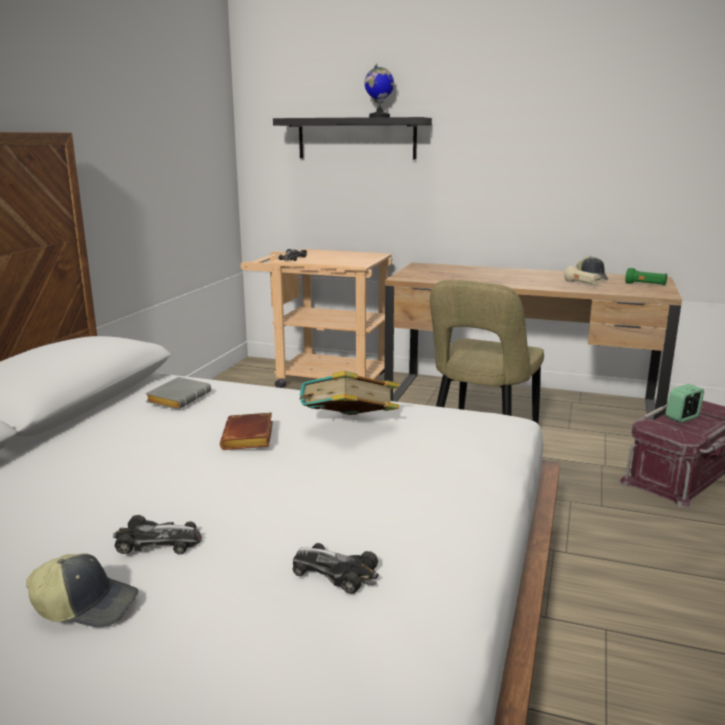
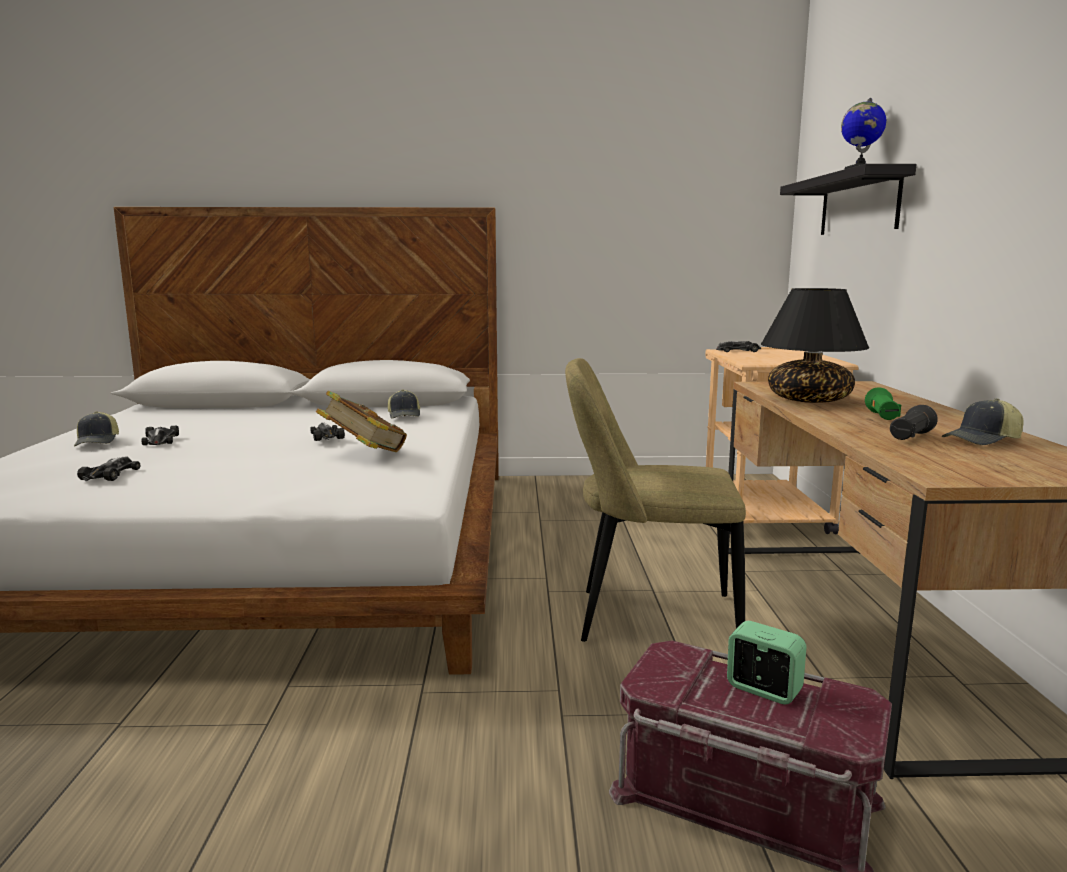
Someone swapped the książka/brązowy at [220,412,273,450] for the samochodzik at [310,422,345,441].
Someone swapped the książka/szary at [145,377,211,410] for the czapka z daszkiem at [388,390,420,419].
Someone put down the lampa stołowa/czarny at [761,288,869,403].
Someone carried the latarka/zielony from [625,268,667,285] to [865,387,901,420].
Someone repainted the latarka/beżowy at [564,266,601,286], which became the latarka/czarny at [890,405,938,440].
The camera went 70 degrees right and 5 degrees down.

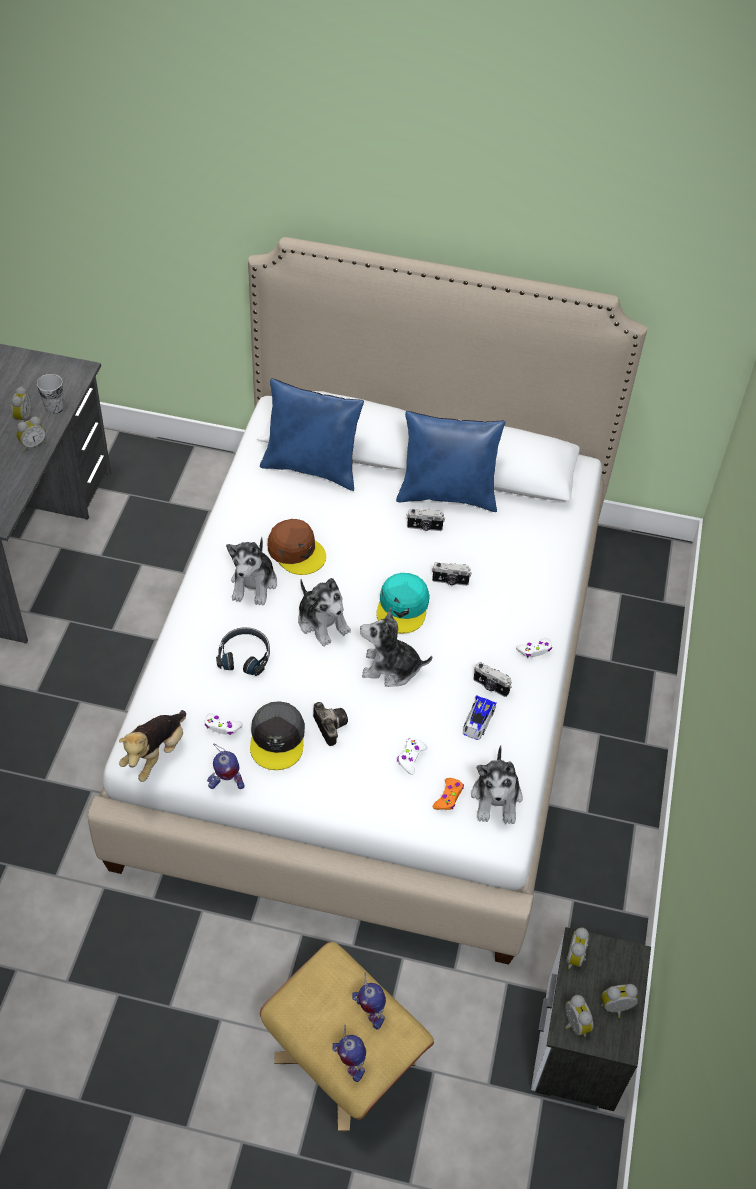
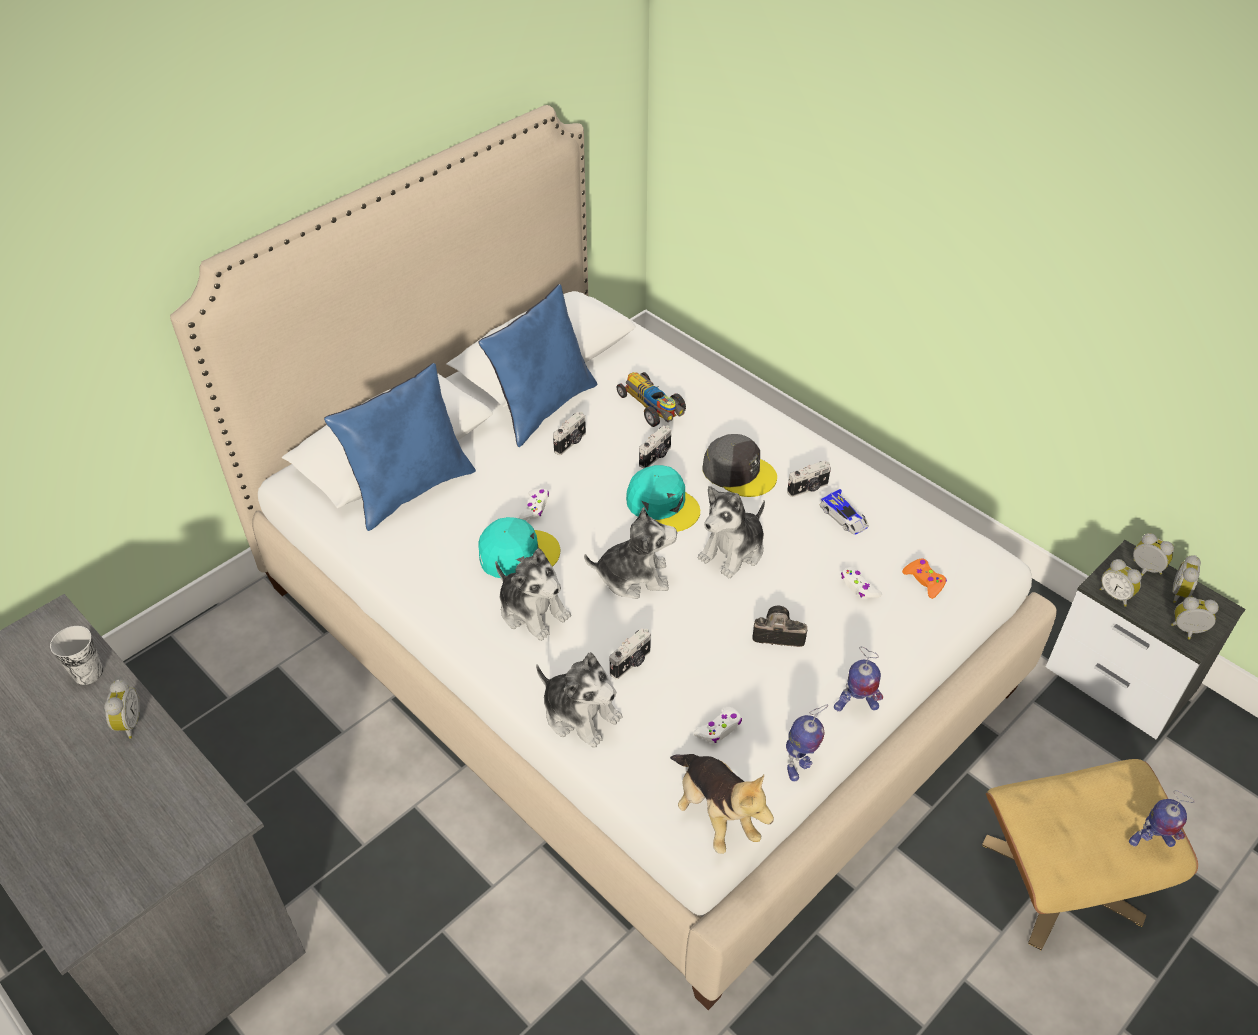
Someone repainted the czapka z daszkiem/brązowy at [268,519,326,575], which became the czapka z daszkiem/turkusowy at [478,517,560,578].
Someone carried the pad do gier/biały from [516,638,552,657] to [519,488,549,521].
Someone carried the pluszak from [471,745,523,824] to [536,653,622,748].
Someone swapped the słuchawki/czarny at [216,627,270,676] for the aparat fotograficzny at [610,628,651,679].
Someone put down the samochodzik at [617,372,686,427].
Someone carried the czapka z daszkiem/szary from [250,701,305,770] to [702,434,777,497].
Someone carried the robot zabawkowy from [352,972,386,1029] to [834,647,883,712].
Someone carried the budzik from [11,387,31,422] to [1133,533,1174,576].
The camera went 55 degrees left and 5 degrees down.

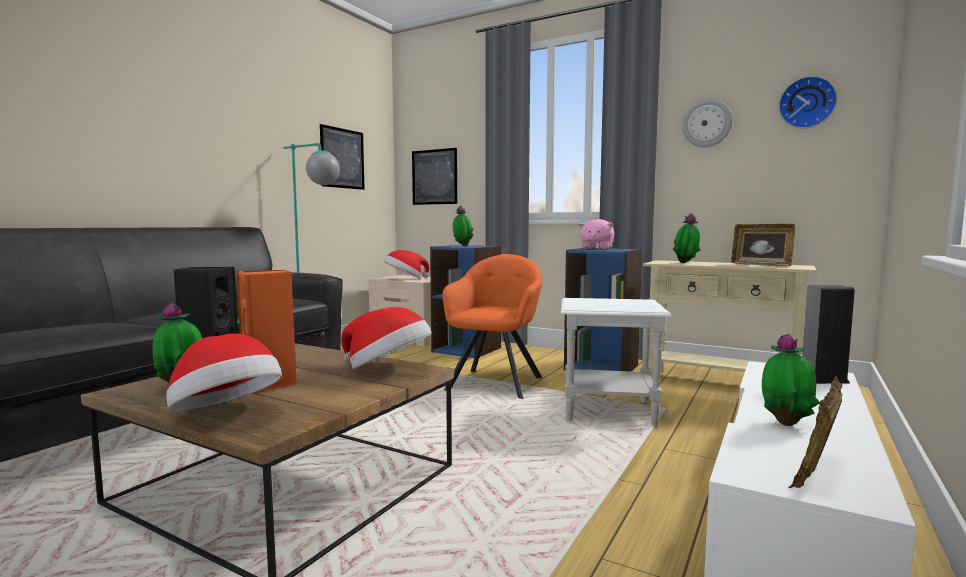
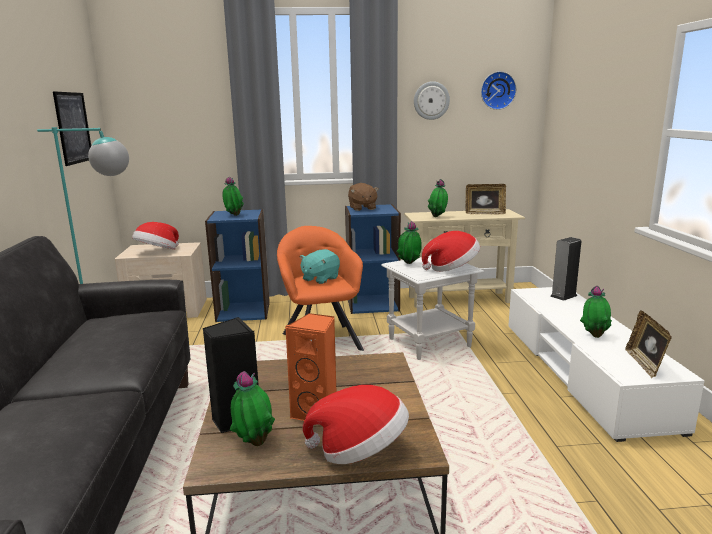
Someone put down the pluszak/turkusowy at [300,249,340,284].
Someone repainted the pluszak/różowy at [579,219,615,249], which became the pluszak/brązowy at [348,183,379,211].
Someone put down the roślina doniczkowa at [396,221,422,264].
Someone carried the kapelusz from [341,307,432,369] to [422,231,480,272].
Someone took away the obraz at [412,148,457,205].
The camera went 35 degrees left and 10 degrees up.

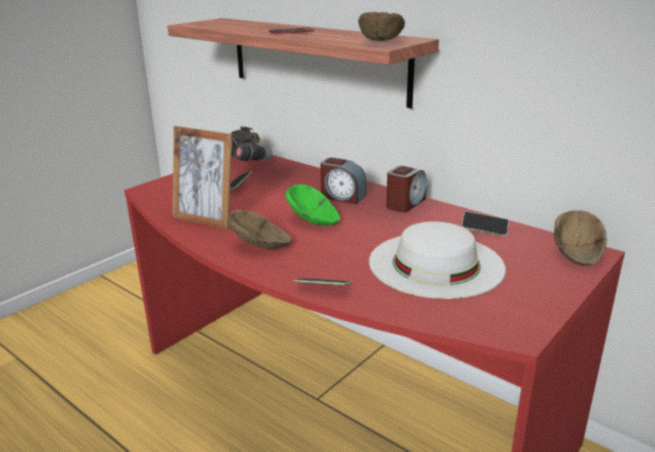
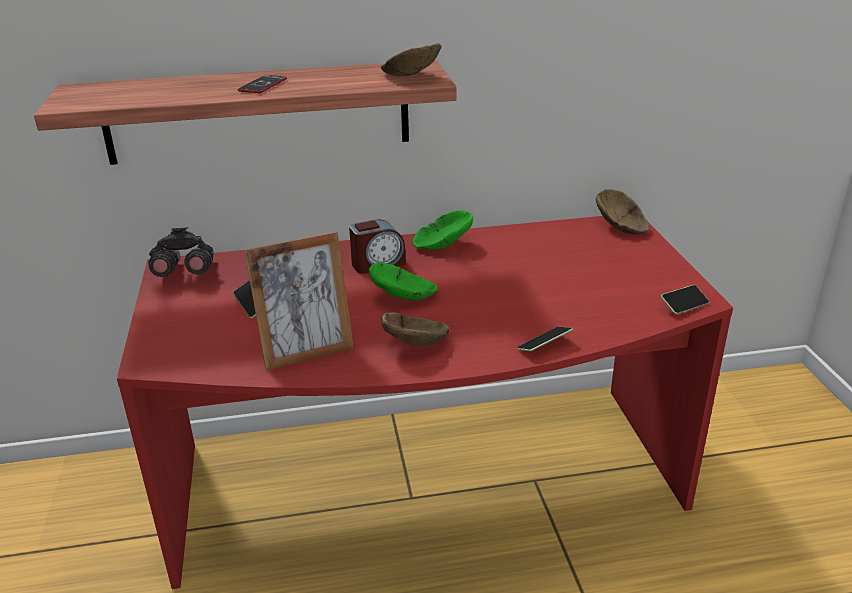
Someone swapped the budzik at [386,165,427,212] for the miska/zielony at [413,210,473,250].
Someone carried the telefon from [461,211,509,236] to [661,285,709,314].
Someone took away the kapelusz/biały at [369,221,506,299].
The camera went 50 degrees left and 5 degrees up.

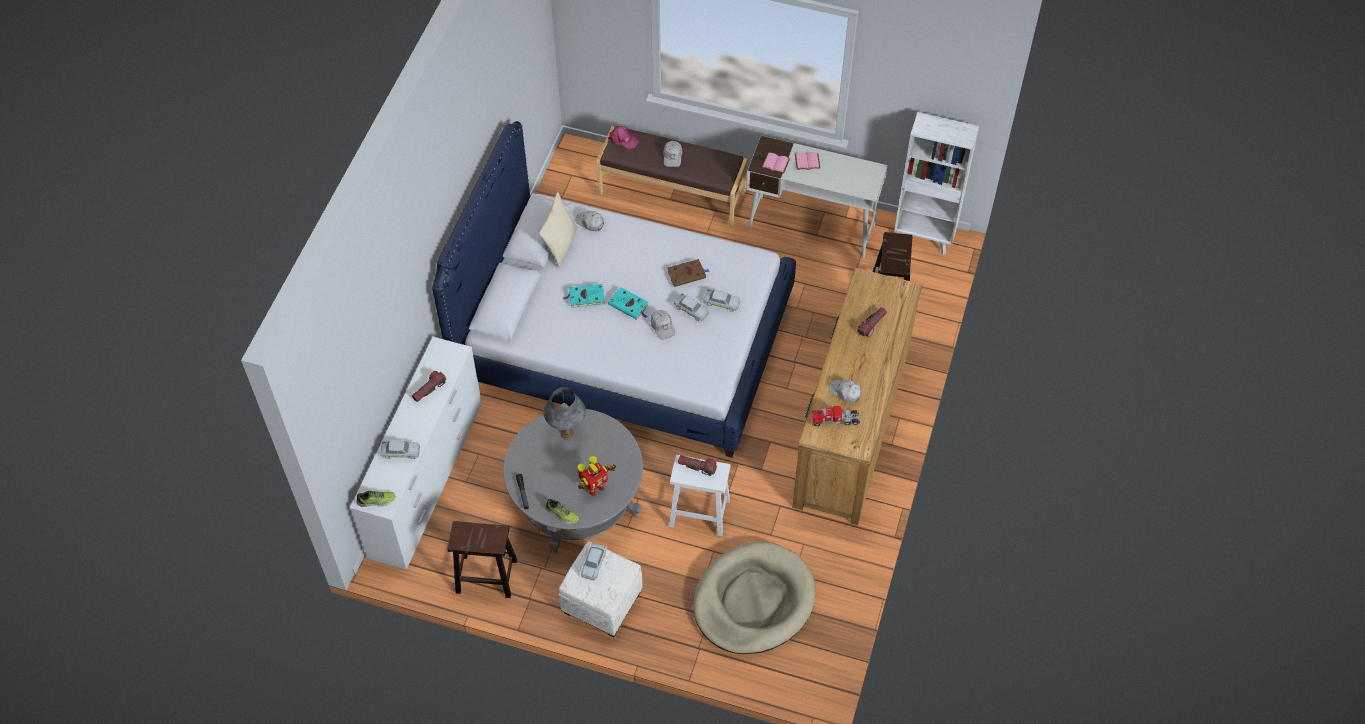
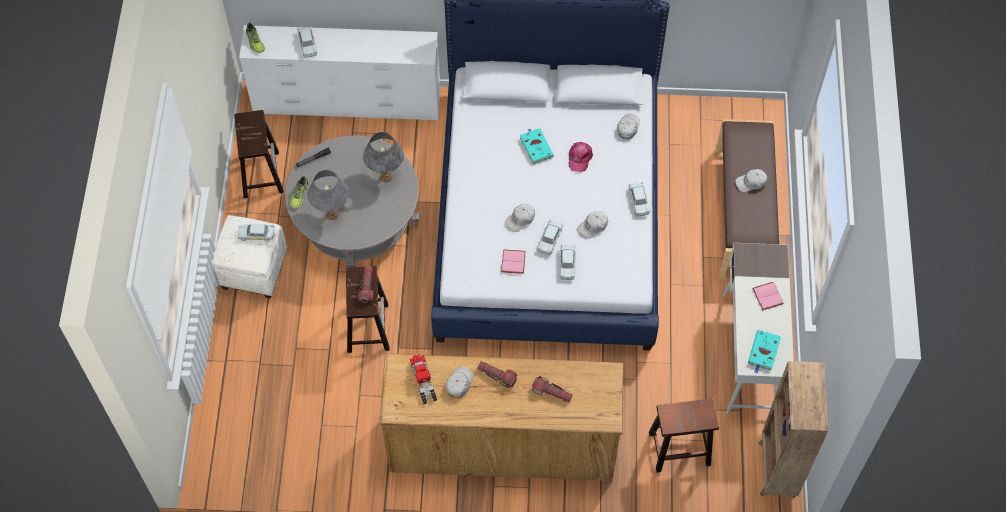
Someone swapped the robot zabawkowy at [577,456,616,496] for the lampa stołowa/szary at [308,170,349,220].
Someone repainted the stołek/biały at [669,455,731,536], which became the stołek/brązowy at [346,266,390,353].
Someone carried the latarka from [412,371,446,402] to [477,361,517,388].
Someone carried the książka/różowy from [761,153,790,174] to [501,249,526,274].
Someone carried the czapka z daszkiem/różowy from [608,126,639,149] to [569,142,593,172].
Someone swapped the książka/brązowy at [668,259,709,287] for the czapka z daszkiem/biały at [577,211,608,239].
Someone put down the samochodzik/biały at [628,182,650,216].
Someone carried the książka/turkusowy from [608,287,648,320] to [748,330,781,374].
Someone repainted the regał/biały at [894,112,979,255], which became the regał/brązowy at [758,361,828,498].
Someone took away the poduszka/beżowy at [539,192,577,268].
Someone took away the legowisko/beżowy at [693,541,816,654].
The camera went 75 degrees right and 5 degrees up.

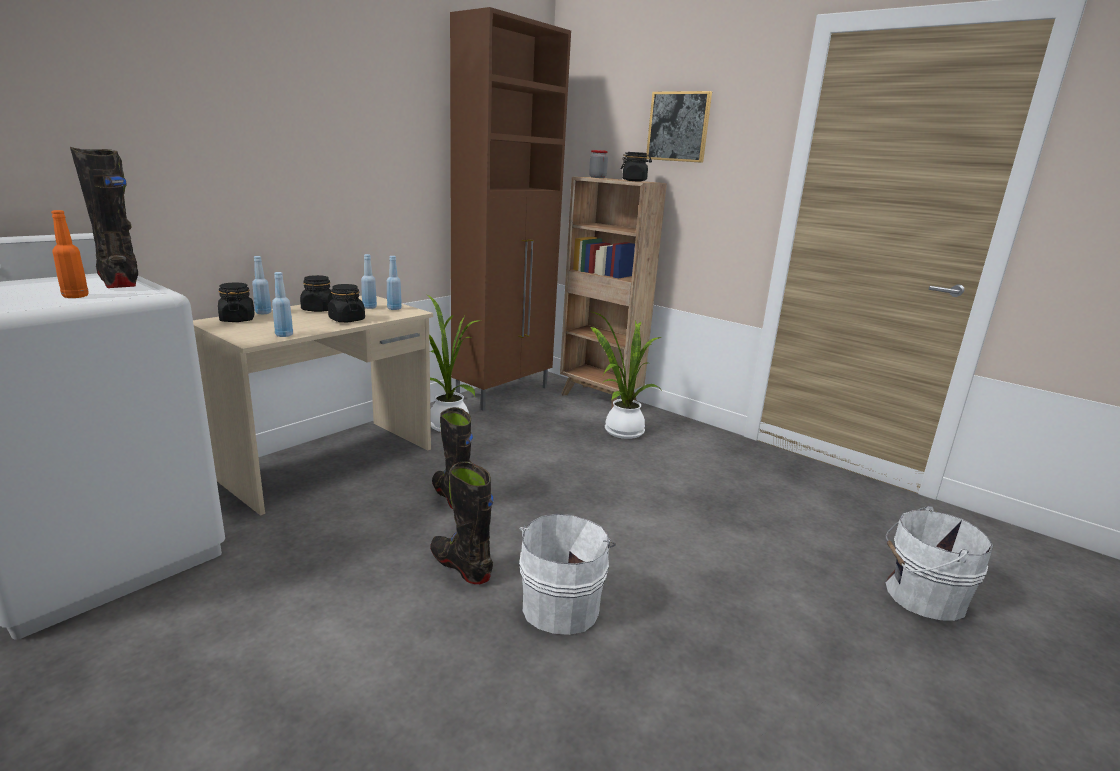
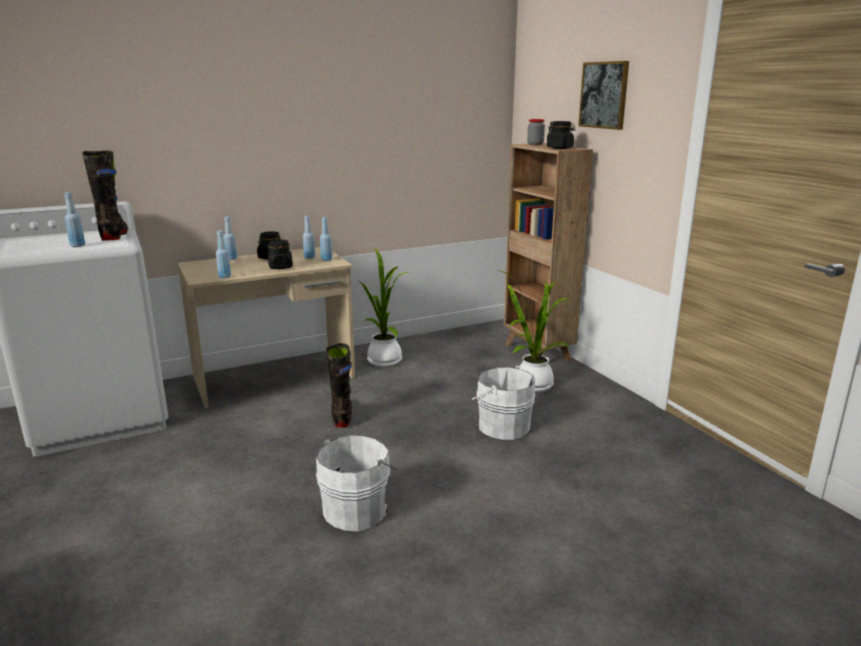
Someone repainted the butelka/pomarańczowy at [51,210,89,298], which became the butelka/niebieski at [64,192,85,247].
Someone carried the wiadro/biały from [885,506,993,621] to [472,365,536,440].
Someone took away the słoik/czarny at [218,282,255,322].
Someone took away the but z cholewką/czarny at [430,461,494,584].
Someone took away the szafka/brązowy at [450,7,571,410].
The camera went 25 degrees right and 0 degrees up.

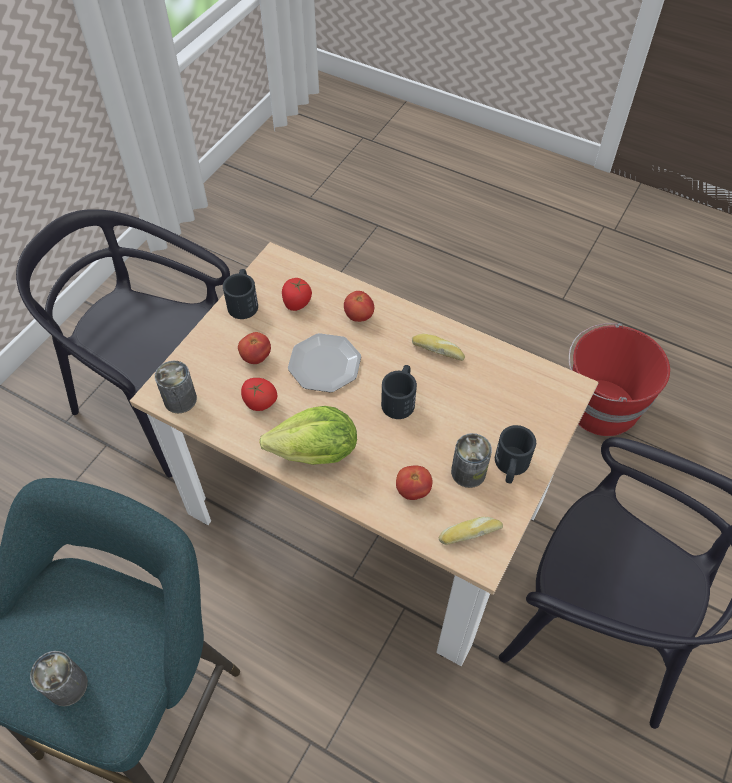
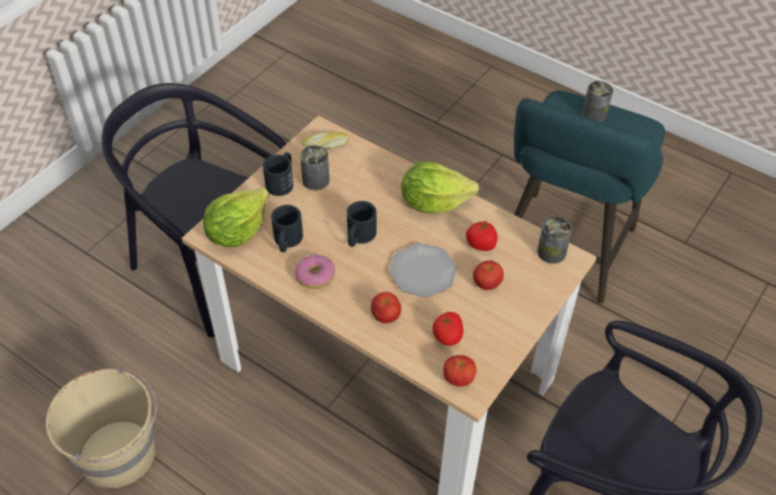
Someone repainted the wiadro/czerwony at [569,323,670,436], which became the wiadro/beżowy at [46,368,156,489].
Someone put down the sałata at [203,188,269,247].
Someone carried the kubek/czarny from [223,269,258,319] to [271,205,303,252].
Someone swapped the chleb at [412,333,465,361] for the donut at [295,255,335,289].
Someone carried the pomidor from [396,465,433,500] to [443,355,477,387].
The camera went 175 degrees left and 5 degrees down.

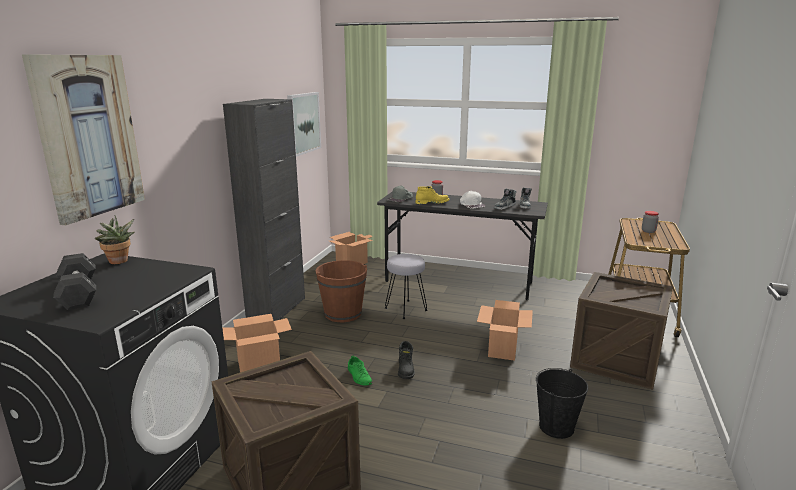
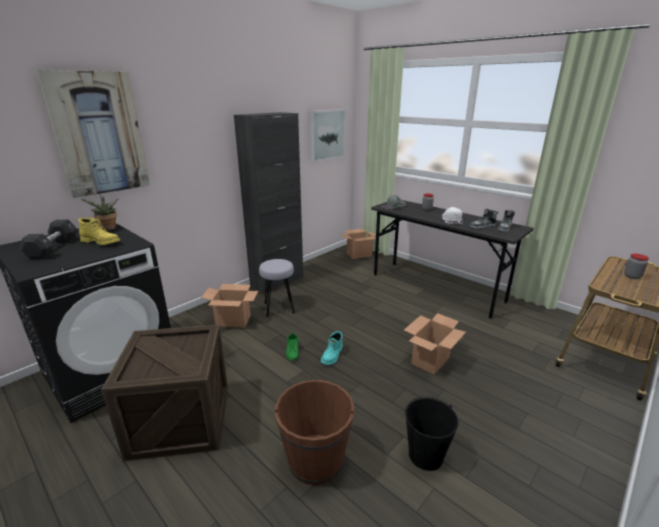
Someone carried the but z cholewką/żółty from [416,186,449,204] to [78,218,120,245].
Someone carried the stołek/szary from [385,254,428,319] to [259,259,295,317].
Someone carried the wiadro/brązowy from [316,260,367,322] to [275,380,355,485].
Someone repainted the but z cholewką/czarny at [398,341,415,379], which became the but z cholewką/turkusowy at [321,331,343,365].
Someone took away the skrzynka at [570,272,673,390].
The camera went 25 degrees right and 5 degrees up.

